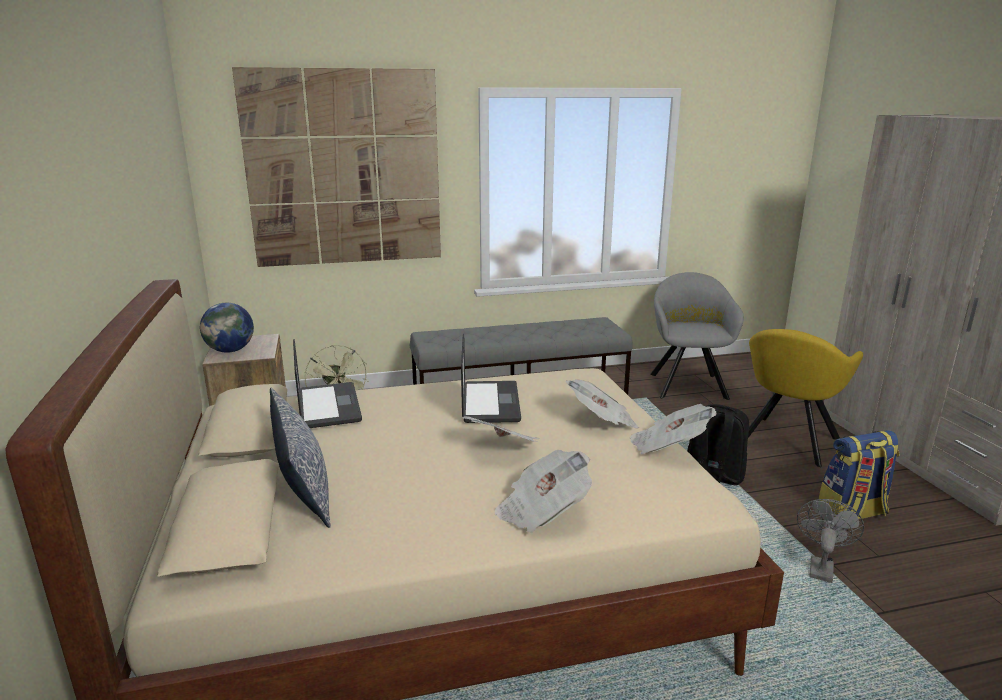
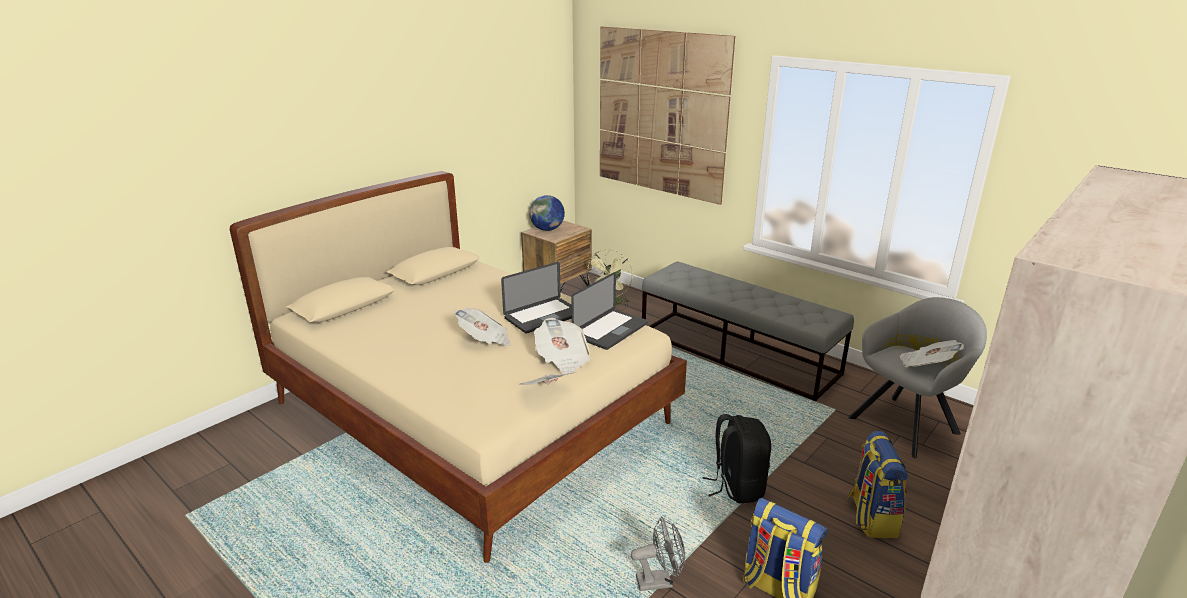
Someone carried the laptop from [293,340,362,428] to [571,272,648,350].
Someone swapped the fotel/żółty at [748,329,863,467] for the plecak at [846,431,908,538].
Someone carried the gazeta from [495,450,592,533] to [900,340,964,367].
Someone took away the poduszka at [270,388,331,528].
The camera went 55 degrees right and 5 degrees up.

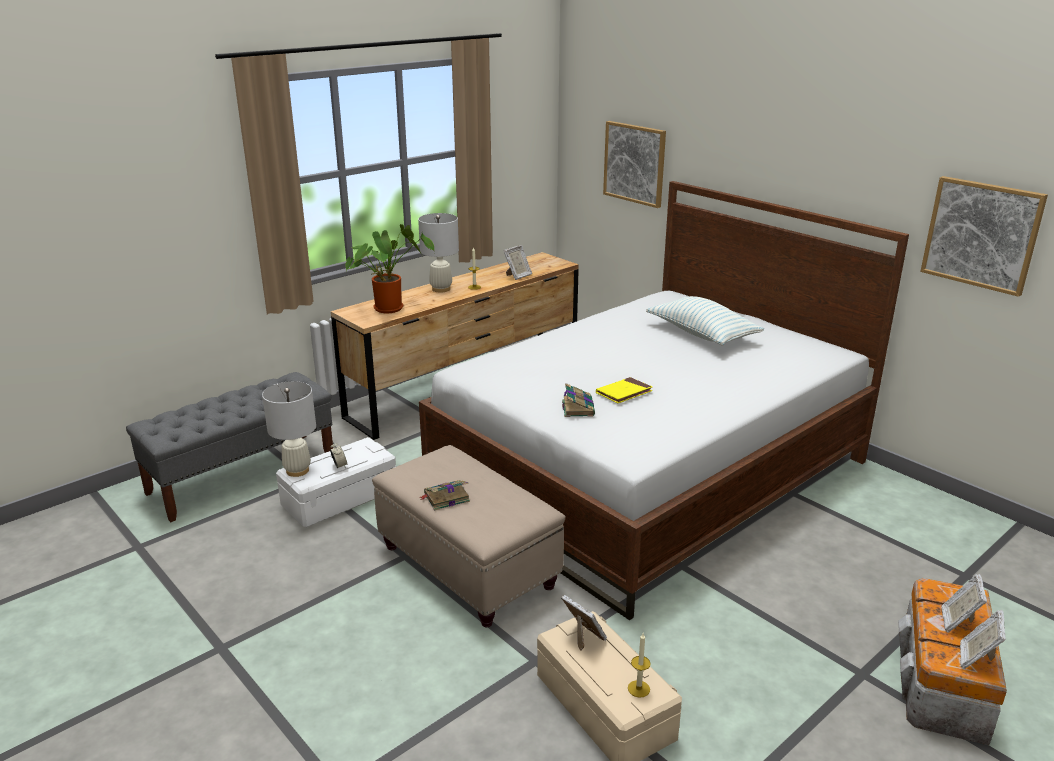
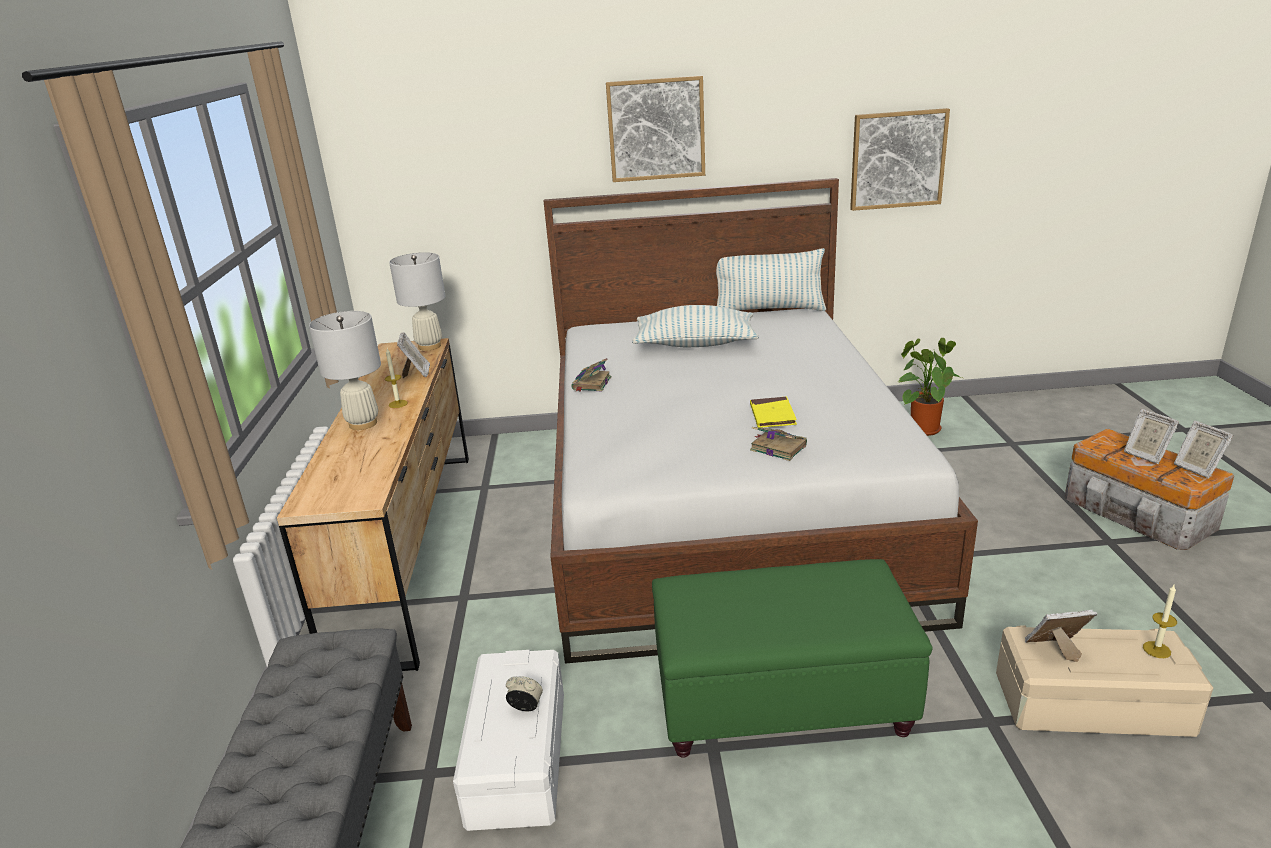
Someone carried the lampa stołowa/biały from [262,381,316,477] to [389,252,445,351].
Someone carried the książka from [419,480,470,511] to [571,358,612,392].
Someone carried the obraz from [603,121,666,208] to [606,76,705,182].
Someone repainted the pufa/beżowy at [372,445,565,627], which became the pufa/zielony at [652,559,933,758].
Someone put down the poduszka at [716,248,826,311].
Someone carried the roślina doniczkowa from [345,224,434,313] to [897,338,962,436].
The camera went 50 degrees left and 0 degrees up.

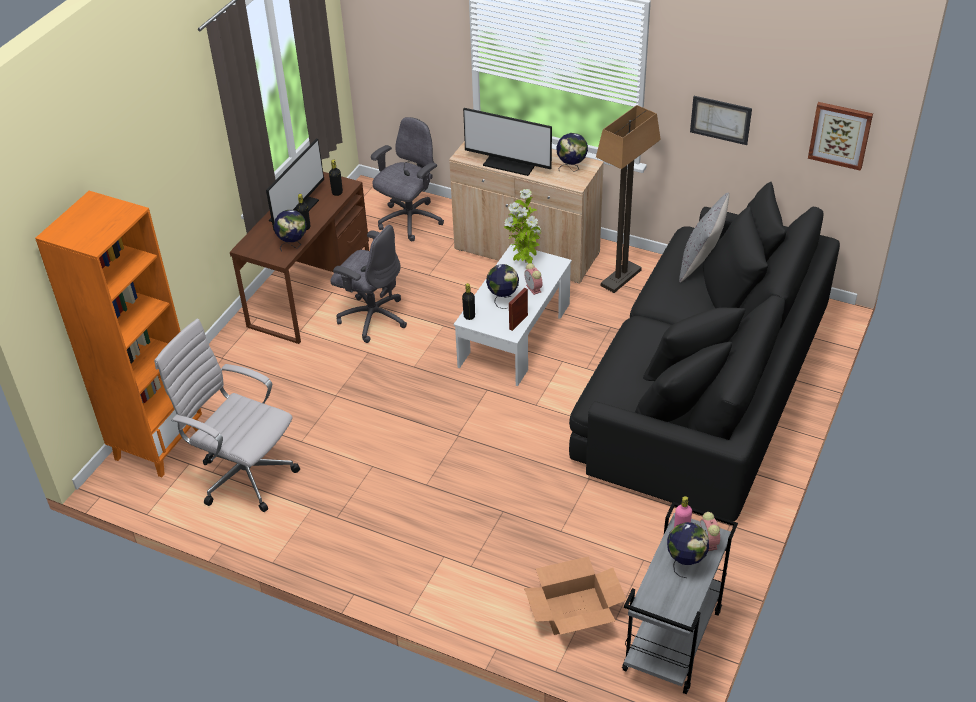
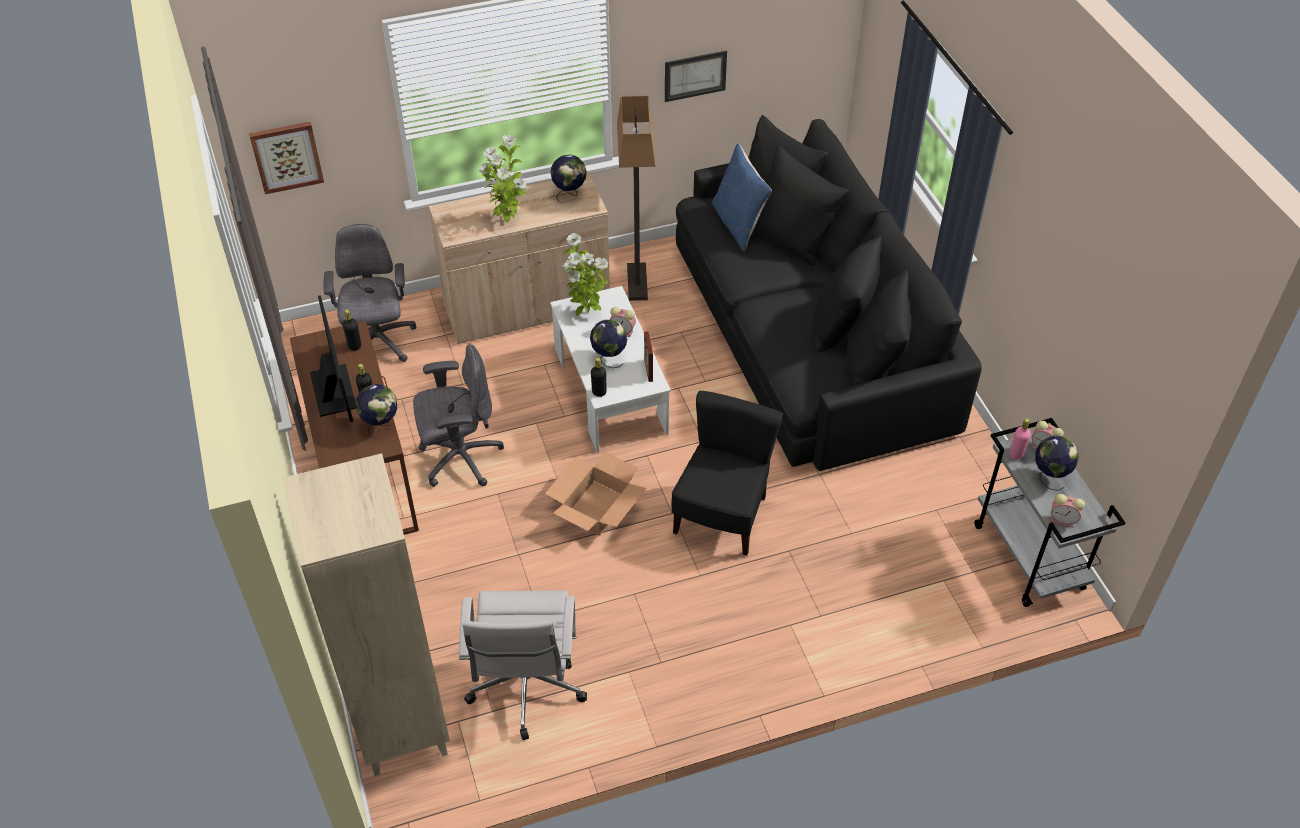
Someone carried the obraz from [808,102,873,171] to [249,122,324,194].
Someone repainted the regał/pomarańczowy at [35,191,202,477], which became the regał/beżowy at [283,453,450,776].
Someone rotated the krzesło biurowe/biały at [154,319,300,512] by 75 degrees counterclockwise.
Someone swapped the monitor at [463,108,552,176] for the roślina doniczkowa at [479,135,527,223].
Someone carried the karton from [524,556,627,635] to [545,452,646,536].
Someone put down the krzesło/czarny at [671,391,783,556].
Someone repainted the poduszka/szary at [679,192,729,283], which became the poduszka/niebieski at [712,143,772,252].
Someone put down the budzik at [1051,494,1085,528].
The camera went 45 degrees left and 5 degrees up.

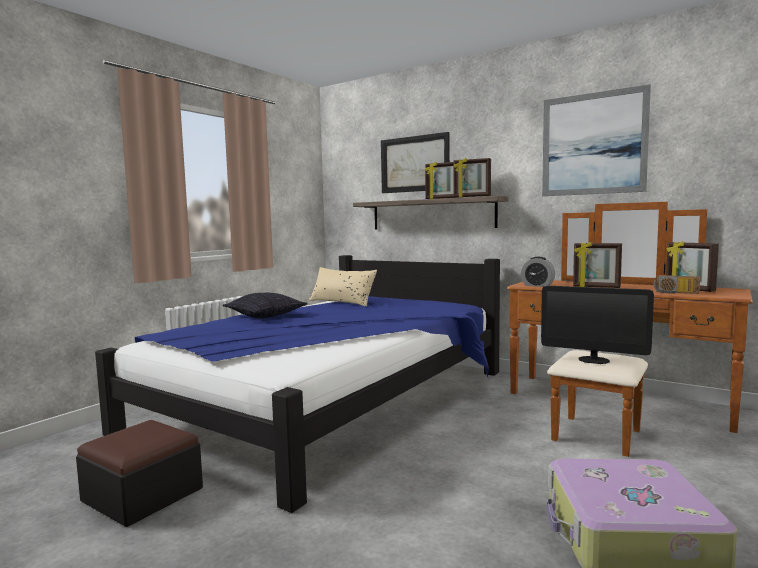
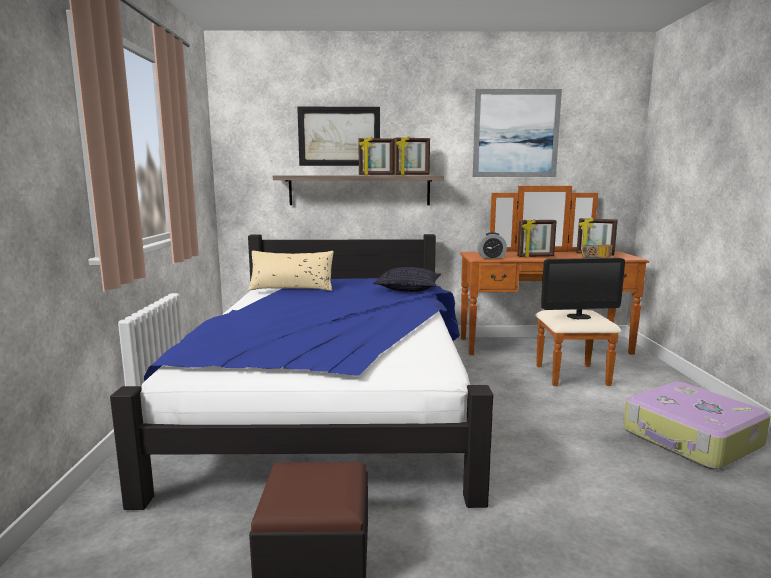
Someone carried the poduszka from [222,293,308,318] to [373,267,441,292].
The camera went 35 degrees left and 5 degrees up.

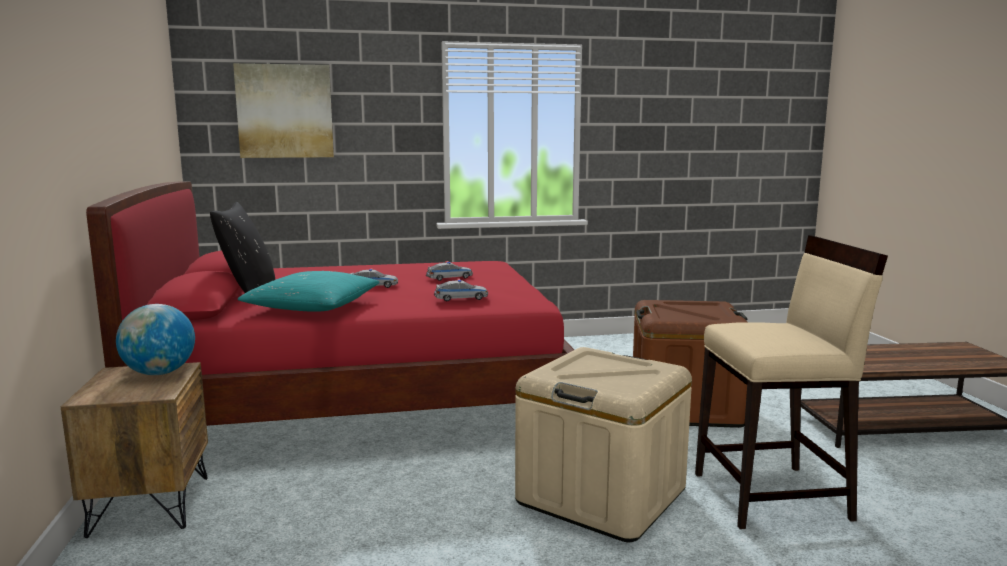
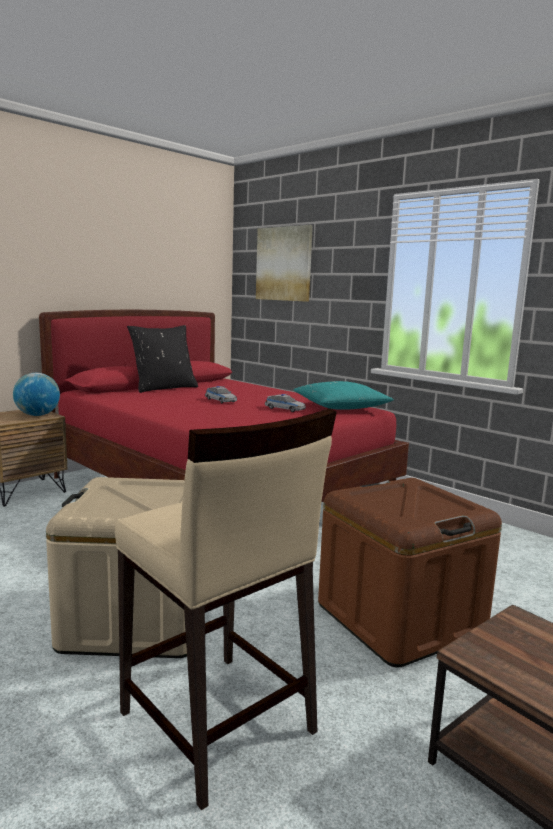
Someone carried the poduszka/turkusowy from [237,271,379,312] to [294,381,394,410].
Someone took away the samochodzik at [434,279,488,301].
The camera went 55 degrees right and 0 degrees up.

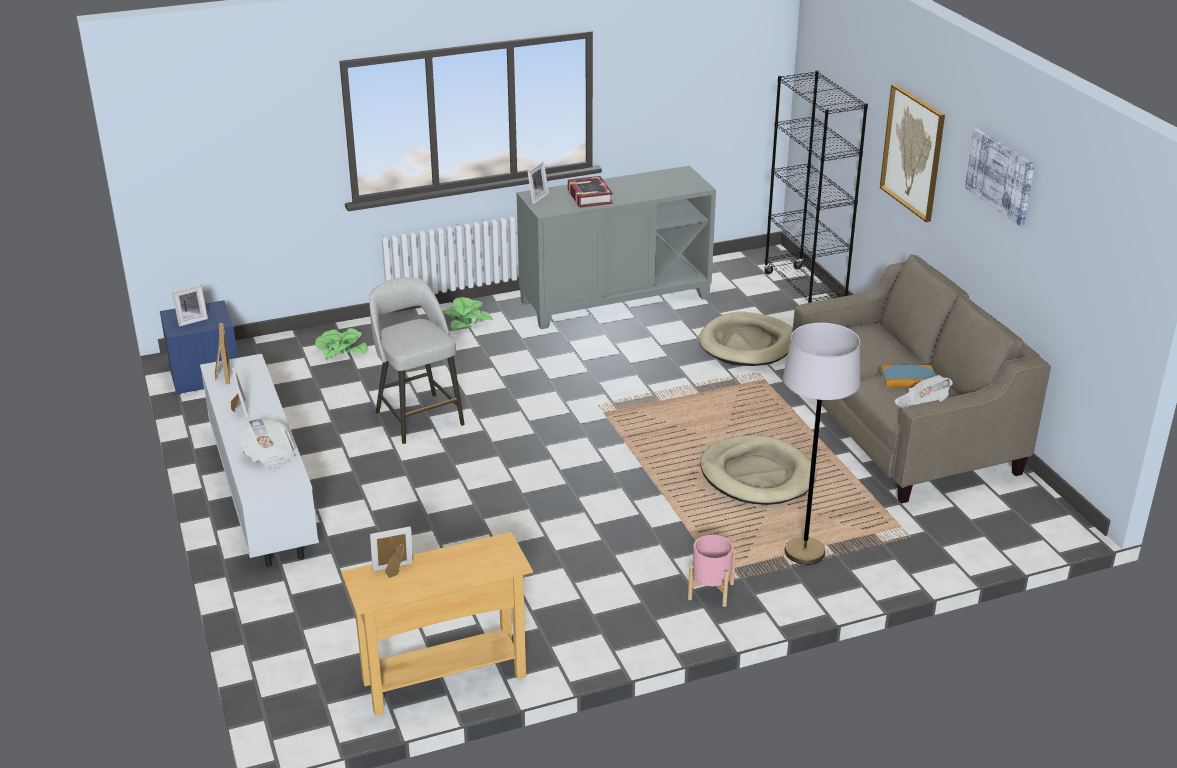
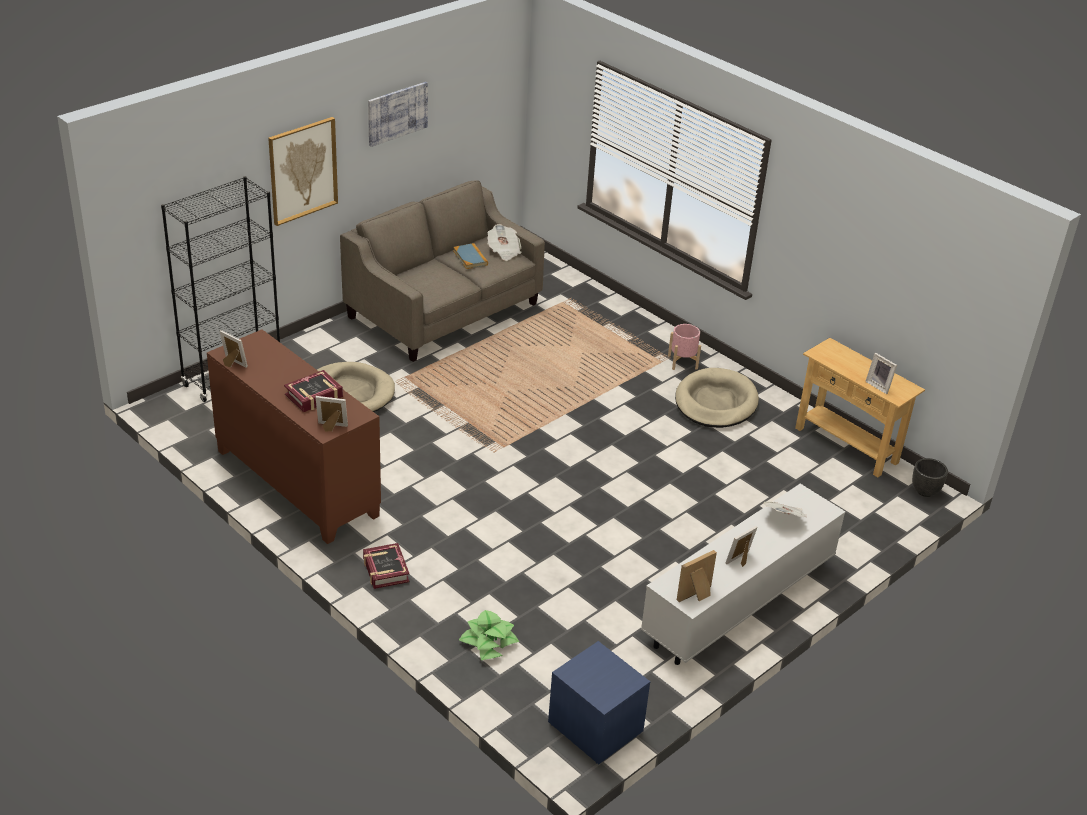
Someone repainted the szafka/szary at [517,166,716,329], which became the szafka/brązowy at [207,329,381,544].
Someone carried the ramka na zdjęcie from [172,284,208,327] to [219,330,248,368].
Someone swapped the roślina doniczkowa at [443,297,493,330] for the książka at [363,543,409,589].
Someone carried the legowisko/beżowy from [700,435,817,505] to [675,368,759,428].
Someone put down the donica/czarny at [912,458,948,497].
Someone took away the stołek/szary at [369,277,465,444].
Someone took away the lampa stojąca/szary at [783,323,860,565].
The camera went 115 degrees left and 5 degrees up.

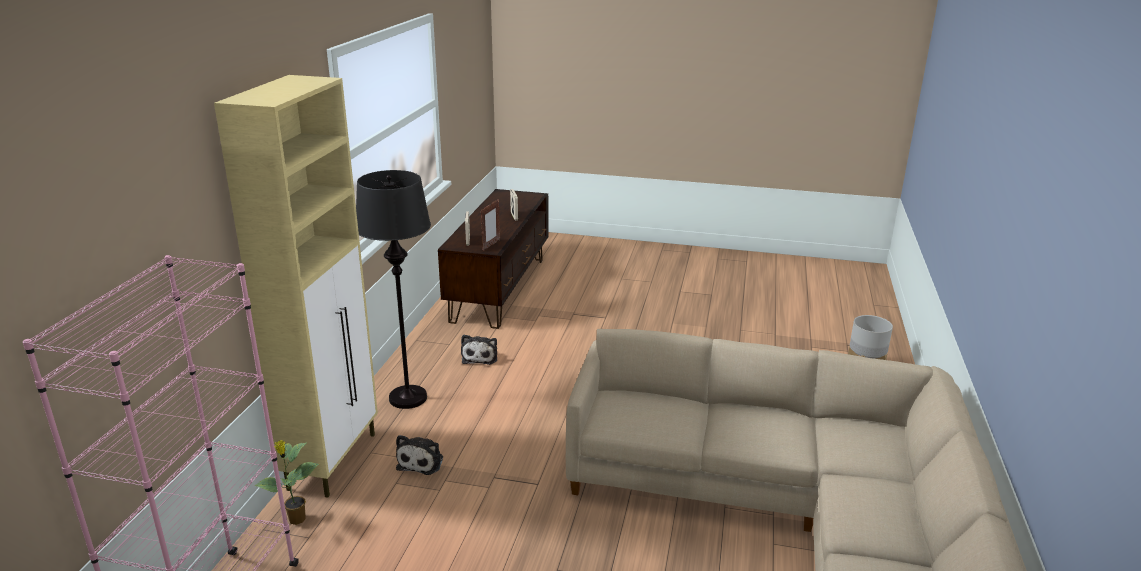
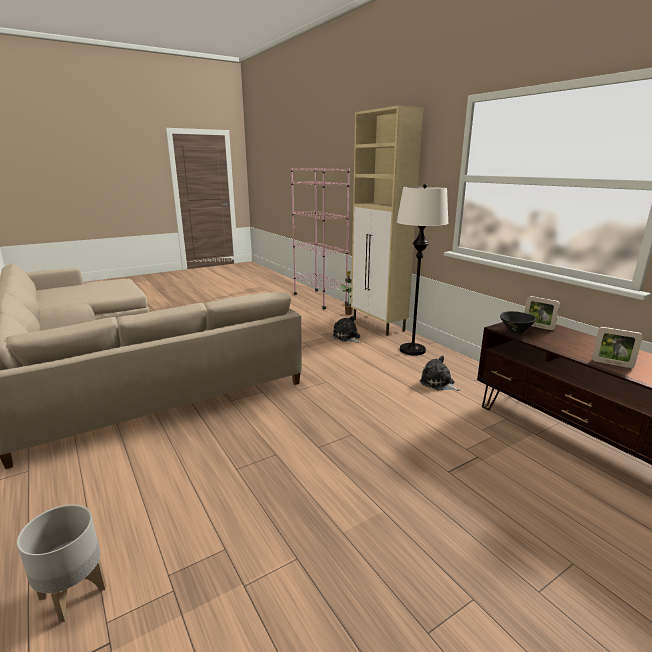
Someone repainted the lampa stojąca/czarny at [356,170,431,409], which became the lampa stojąca/biały at [397,184,449,356].
Someone swapped the ramka na zdjęcie at [480,199,500,251] for the miska/czarny at [500,311,536,333].
The camera went 135 degrees right and 5 degrees down.

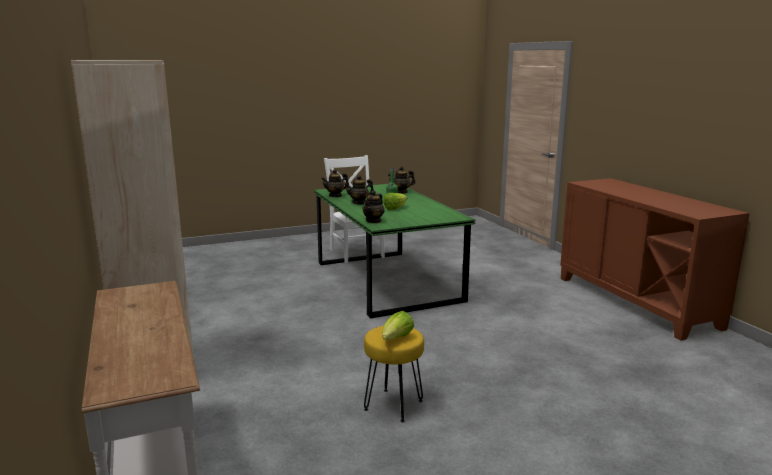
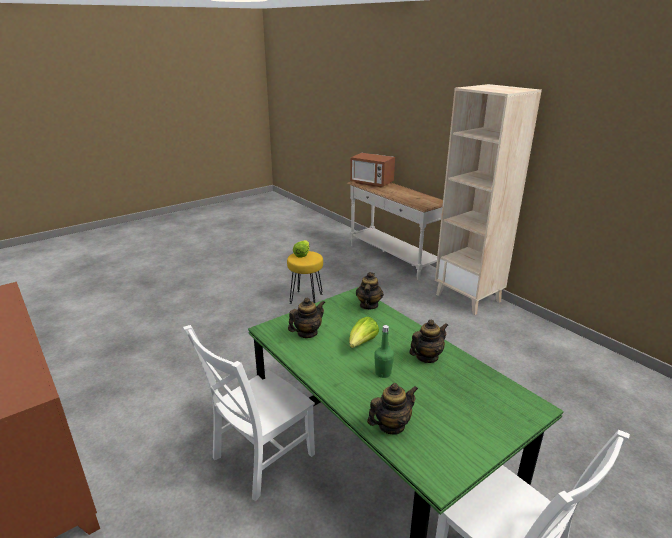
Someone put down the krzesło/biały at [183,325,315,501].
Someone carried the imbryk from [321,169,349,197] to [288,298,325,338].
Someone put down the mikrofalówka at [350,153,395,187].
The camera went 165 degrees right and 10 degrees up.

